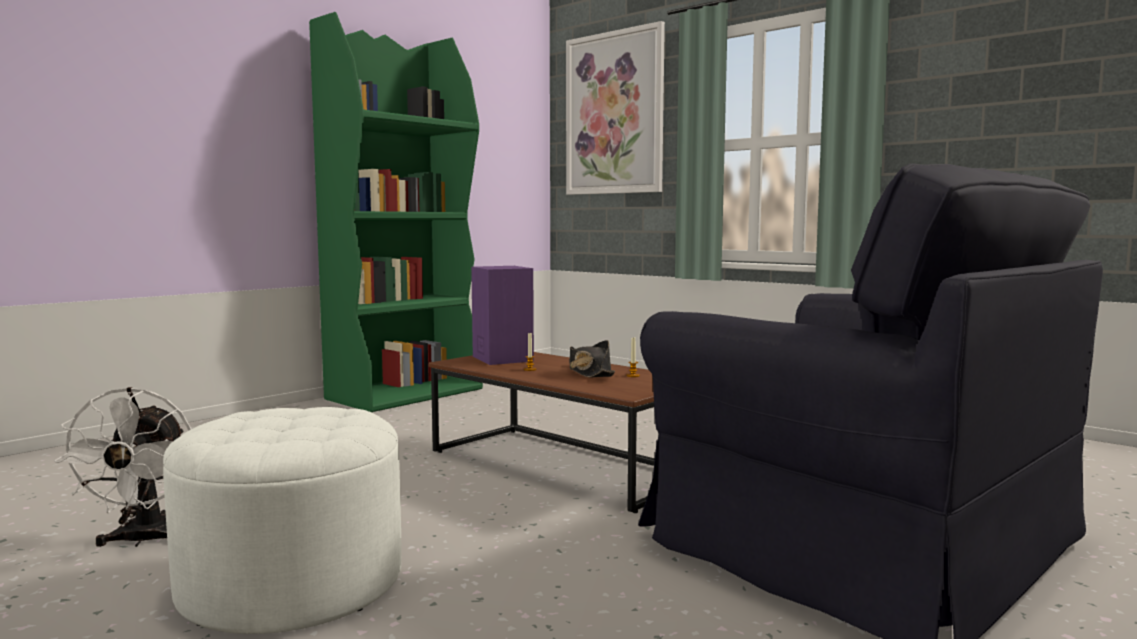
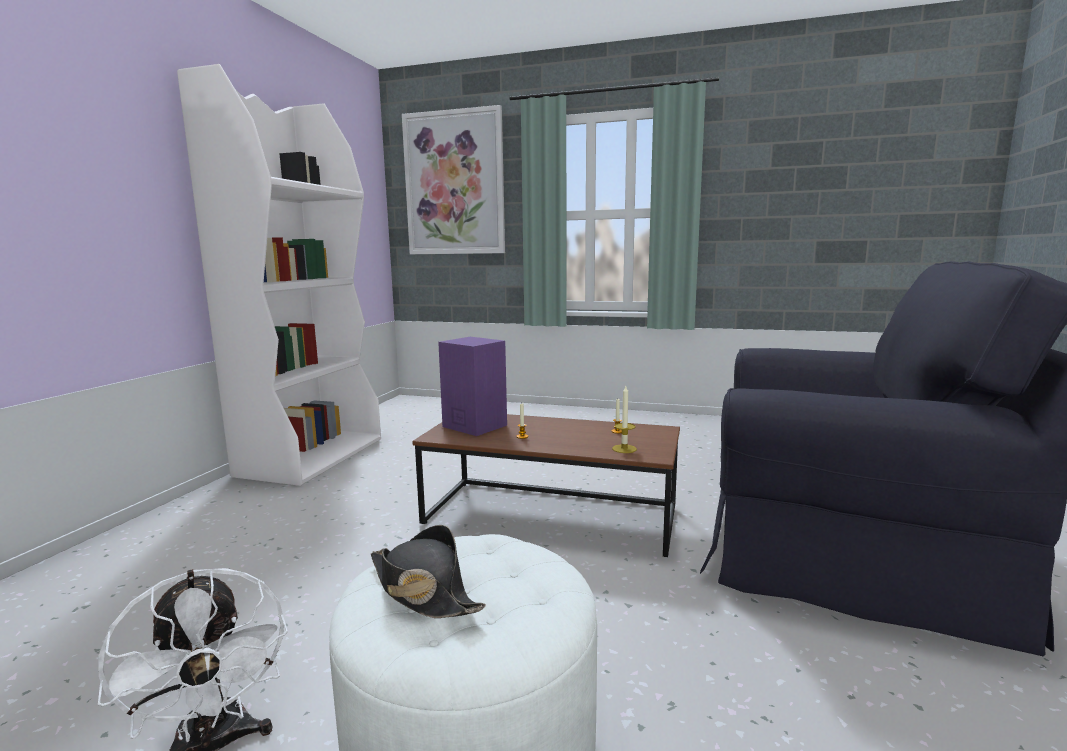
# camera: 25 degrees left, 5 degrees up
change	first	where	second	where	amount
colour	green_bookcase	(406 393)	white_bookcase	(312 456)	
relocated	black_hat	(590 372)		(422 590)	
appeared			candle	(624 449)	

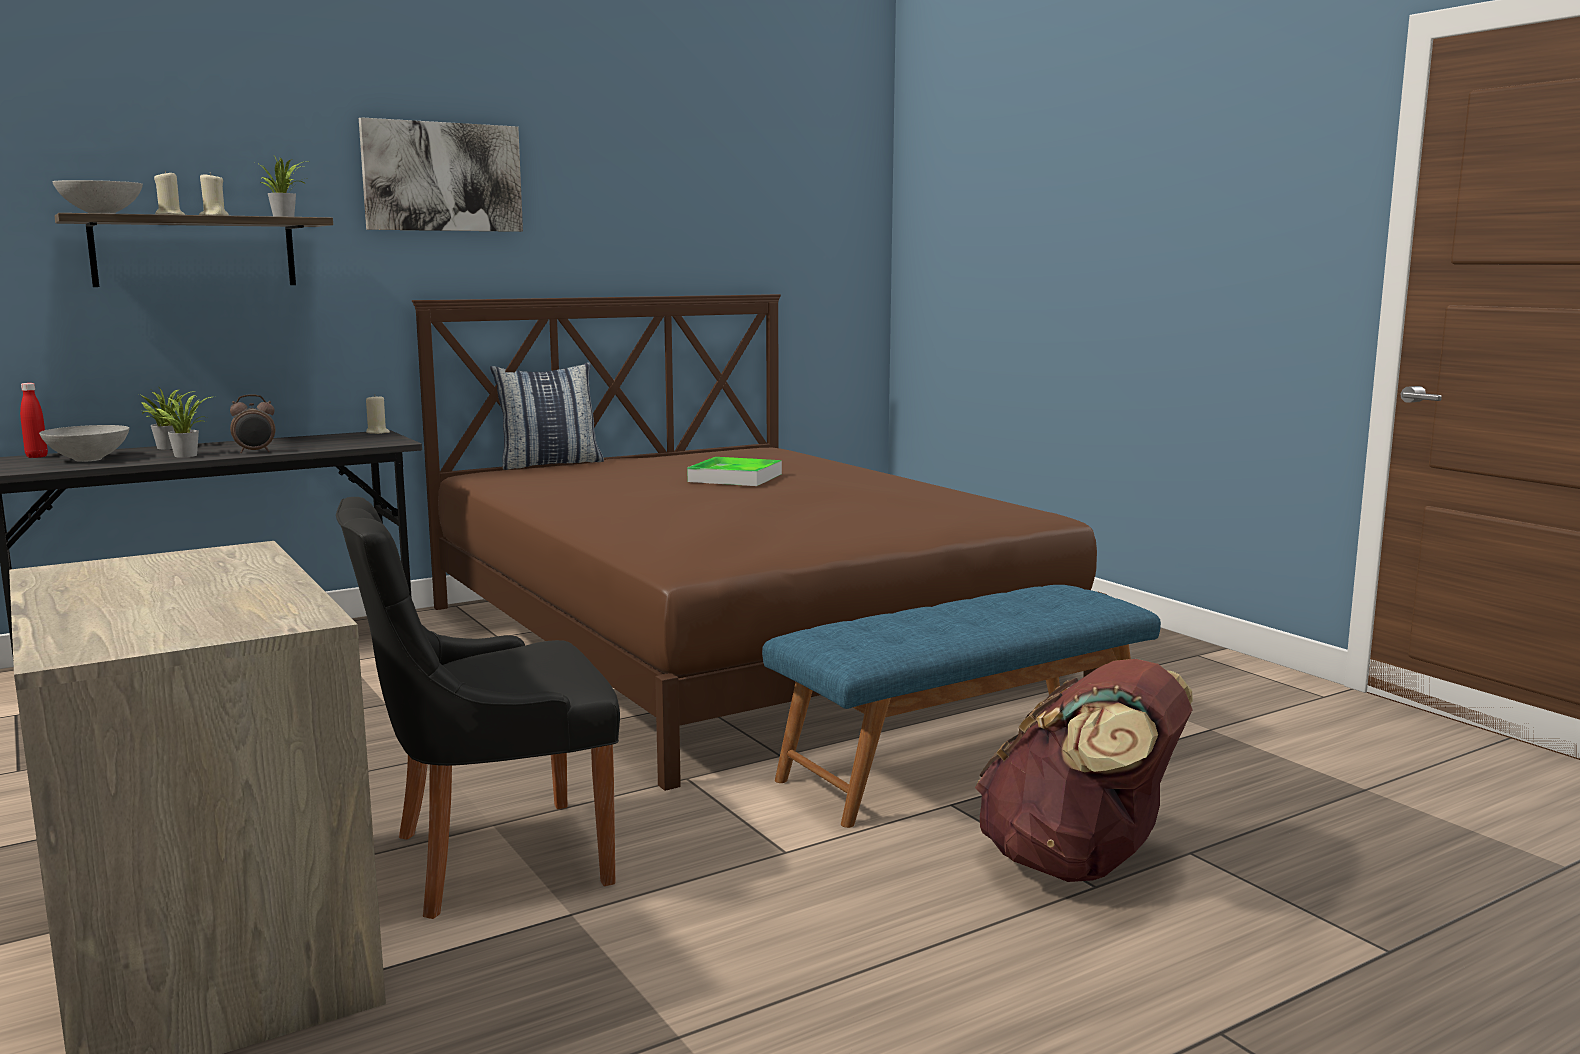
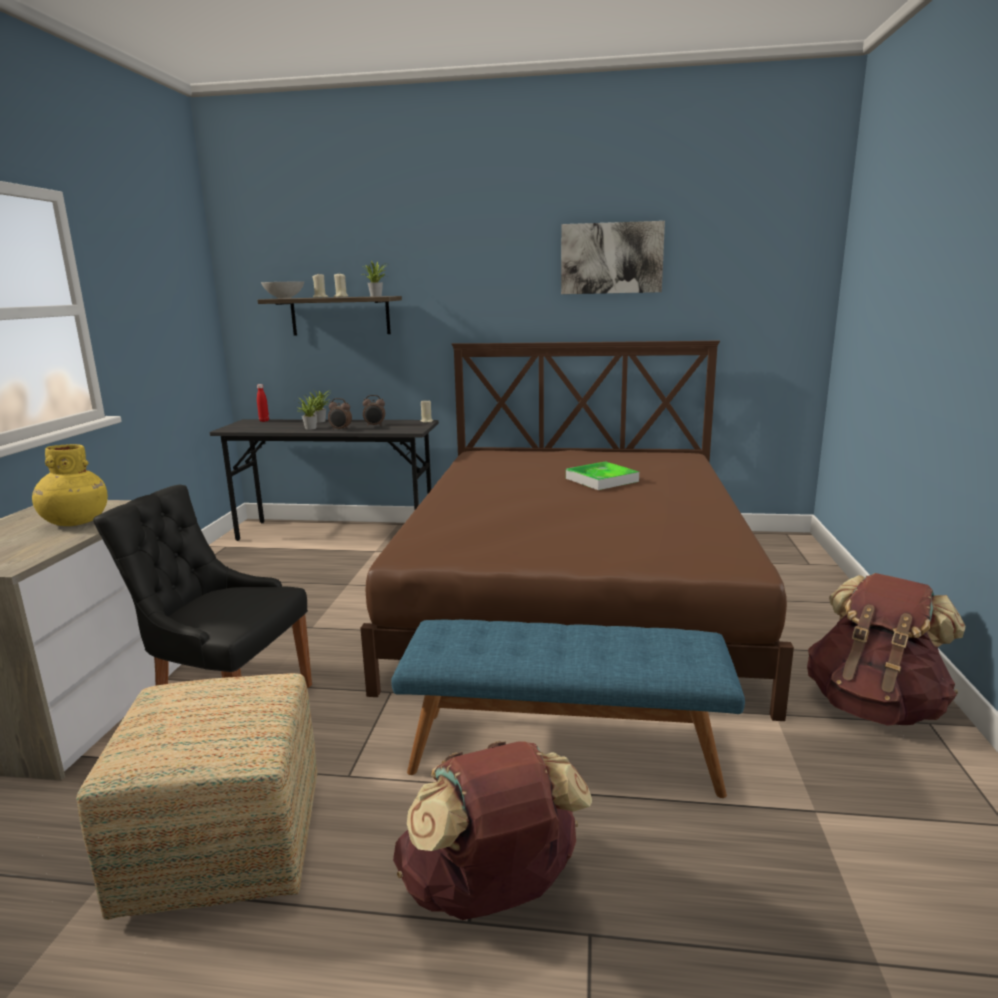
# camera: 40 degrees right, 5 degrees up
change	first	where	second	where	amount
relocated	picture	(442 177)		(611 258)	
missing	pillow	(550 464)			
missing	grey_bowl	(88 459)			
appeared			alarm_clock	(375 425)	
appeared			yellow_vase	(75 522)	
appeared			brown_backpack	(874 706)	
appeared			ottoman	(224 844)	

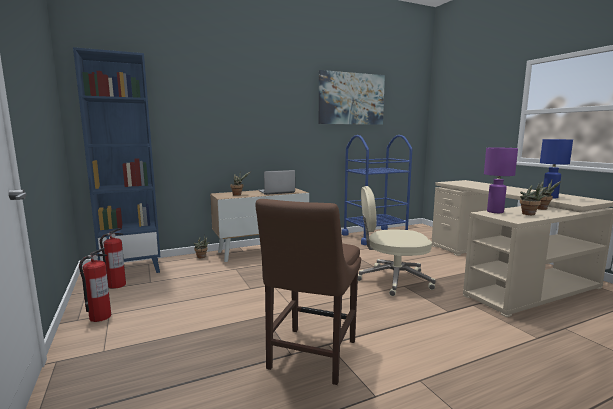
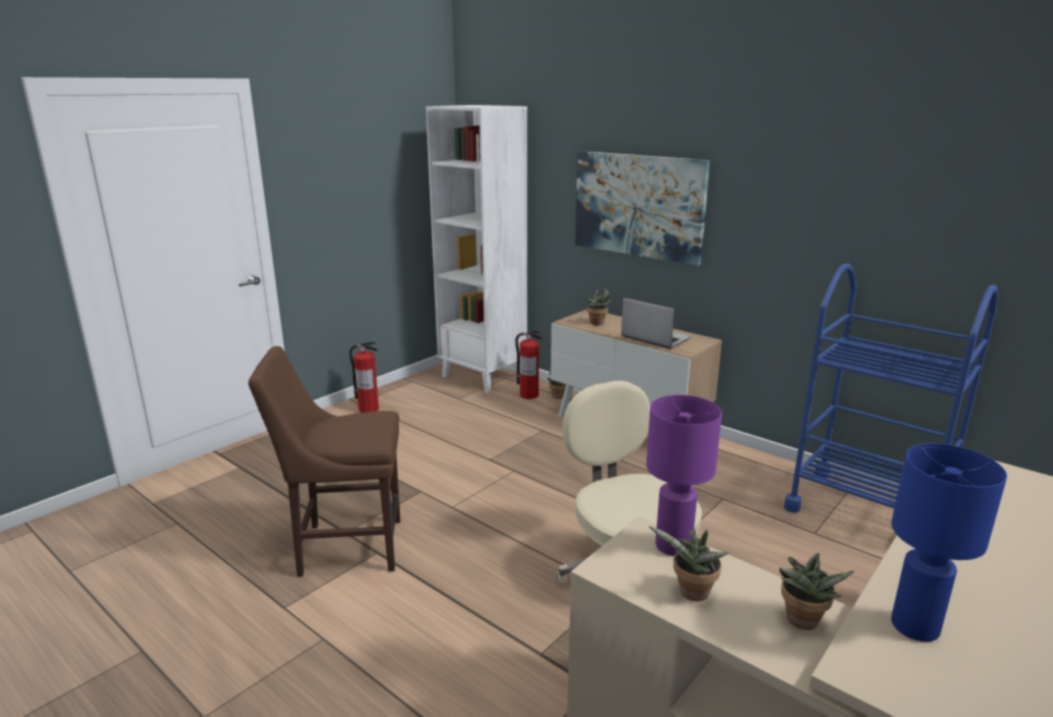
# camera: 65 degrees right, 10 degrees up
change	first	where	second	where	amount
colour	blue_bookcase	(132 269)	white_bookcase	(483 376)	
relocated	picture	(351 99)		(638 205)	
relocated	fire_extinguisher	(116 285)		(528 395)	

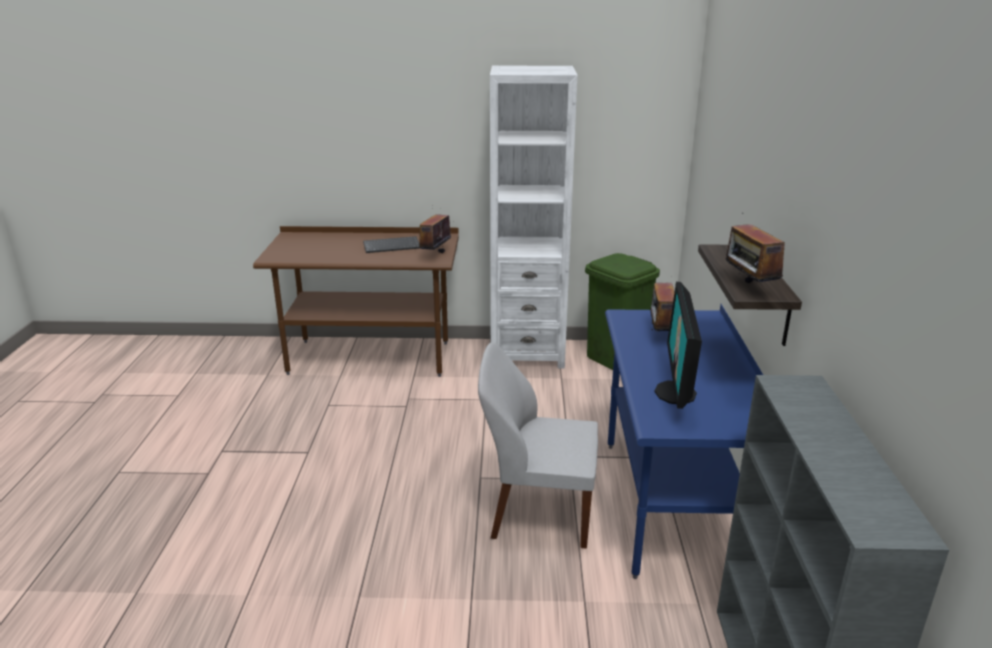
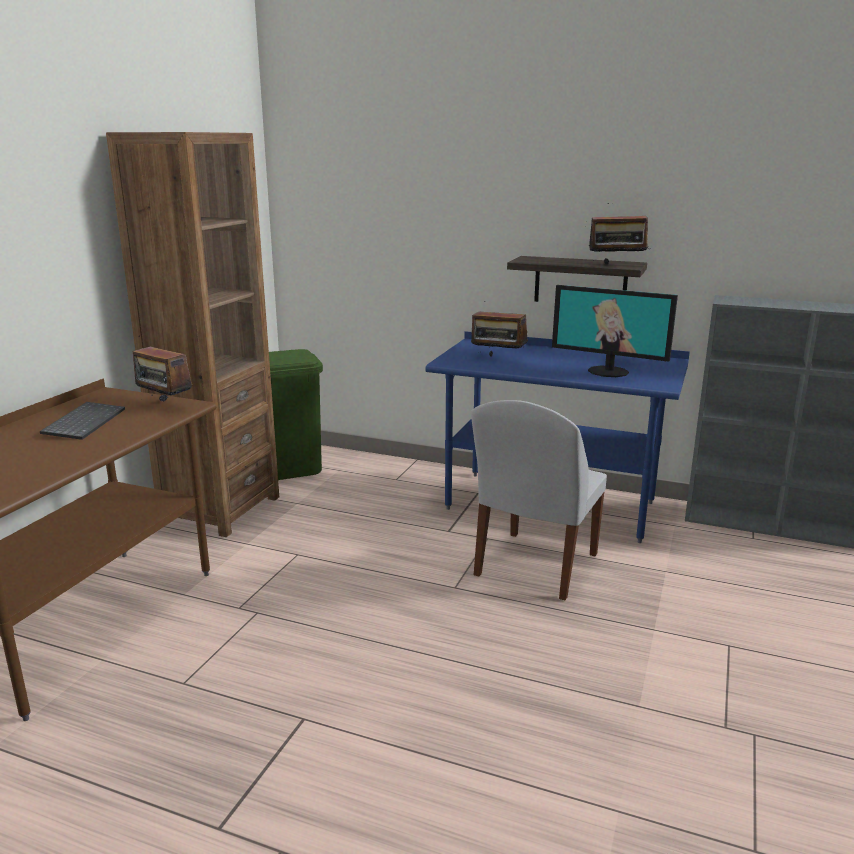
# camera: 70 degrees left, 5 degrees down
change	first	where	second	where	amount
colour	white_bookcase	(527 353)	brown_bookcase	(220 509)	

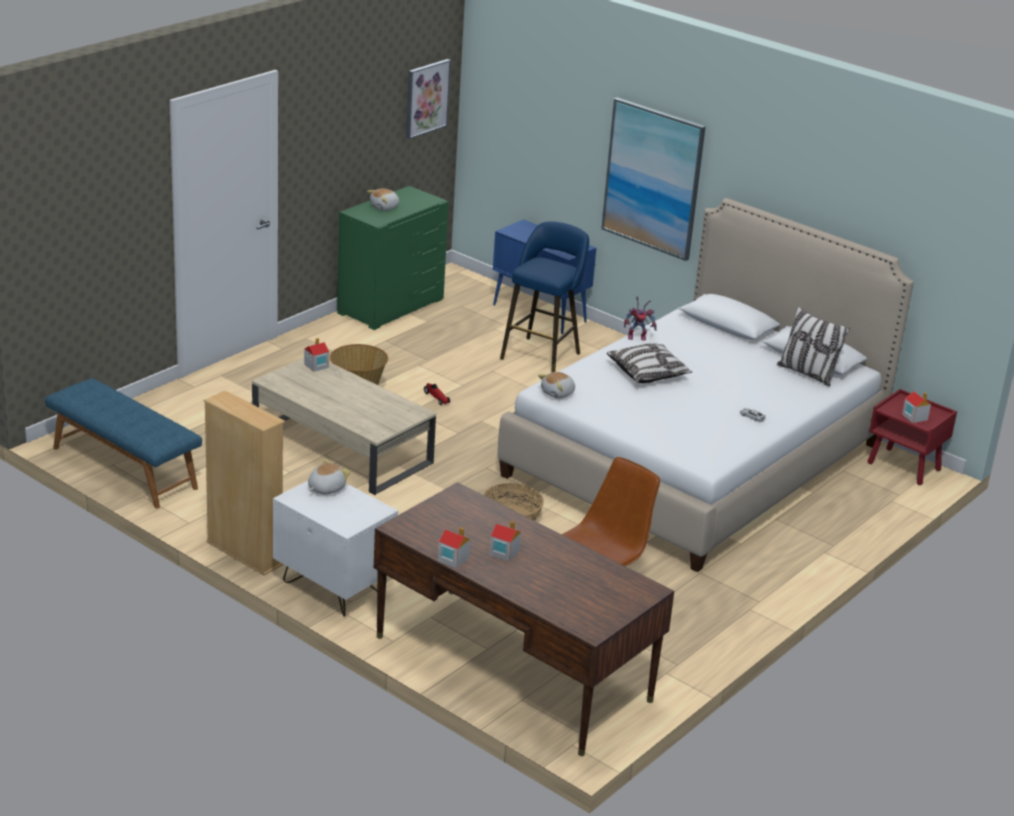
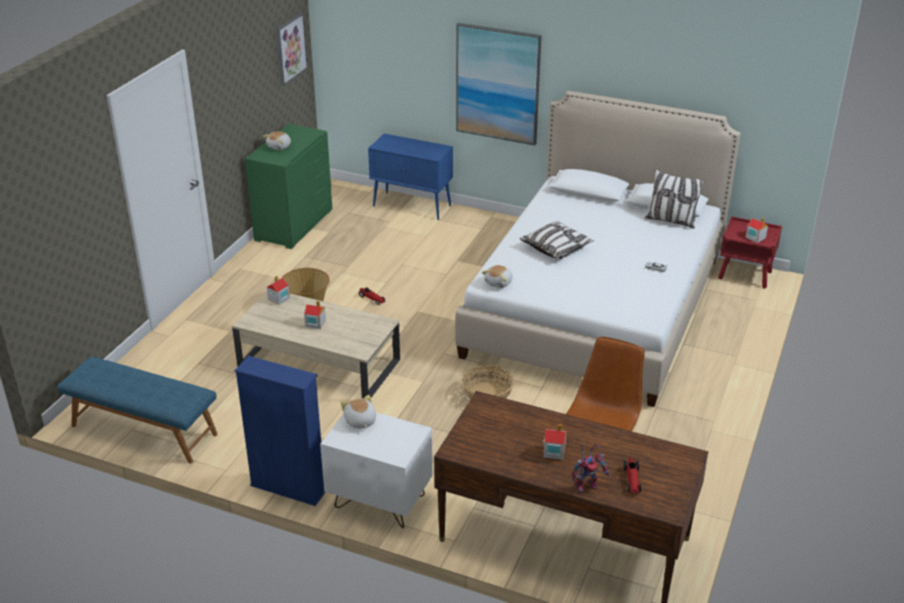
# camera: 15 degrees left, 5 degrees up
change	first	where	second	where	amount
missing	blue_stool	(542 354)			
relocated	toy_robot	(638 337)		(587 484)	
colour	beige_bookcase	(245 553)	blue_bookcase	(288 488)	
spun	plush_toy	(325 488)		(360 421)	45 degrees counterclockwise
relocated	toy_house	(452 559)		(315 323)	
appeared			toy_car	(632 479)	

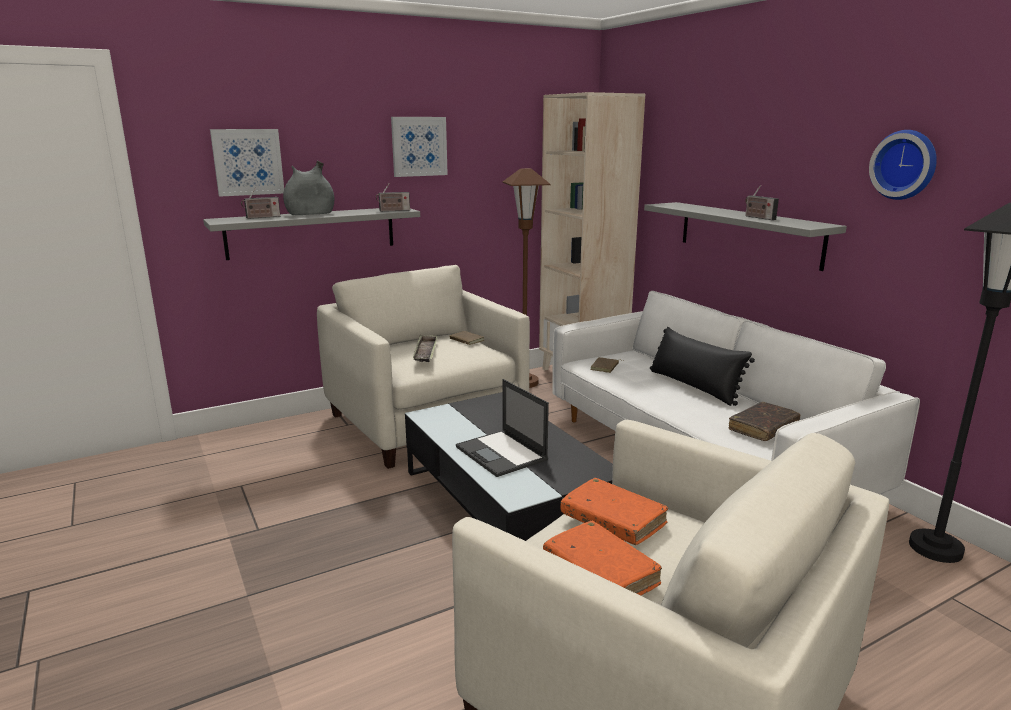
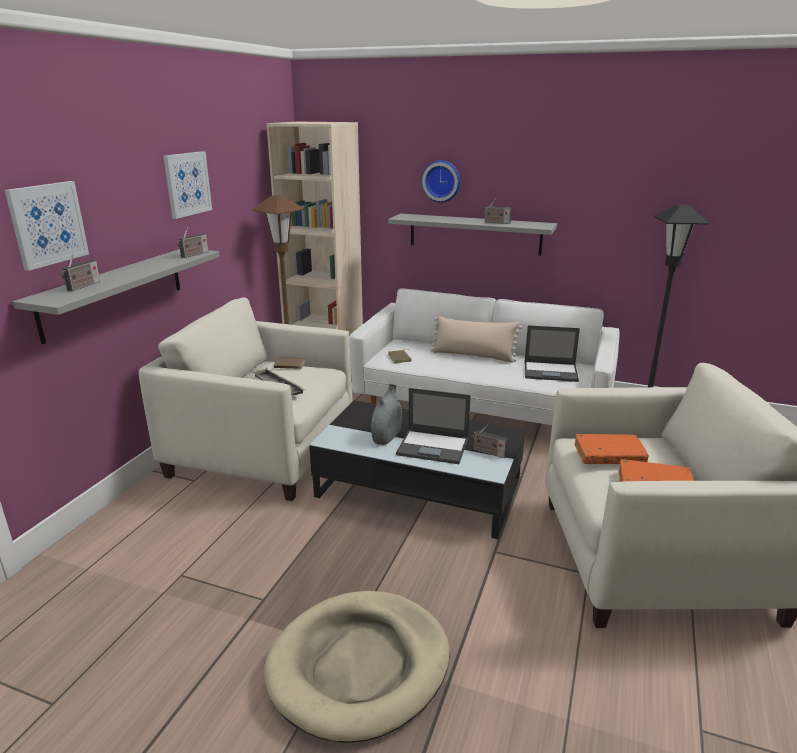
# camera: 40 degrees left, 5 degrees up
change	first	where	second	where	amount
relocated	wall_clock	(905 165)		(441 181)	
relocated	grey_vase	(310 214)		(387 436)	
colour	black_pillow	(694 386)	beige_pillow	(473 355)	
exchanged	brown_book	(763 428)	laptop	(551 371)	
appeared			radio	(488 452)	
appeared			beige_dog_bed	(359 666)	

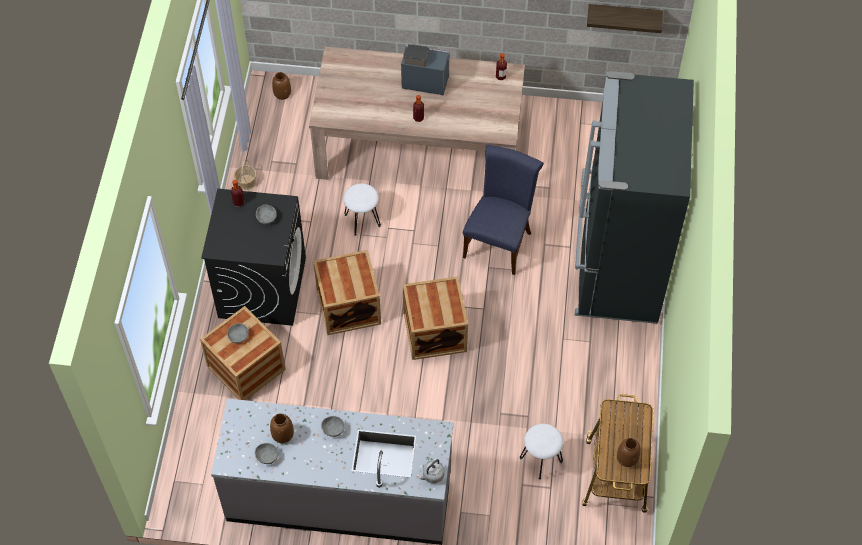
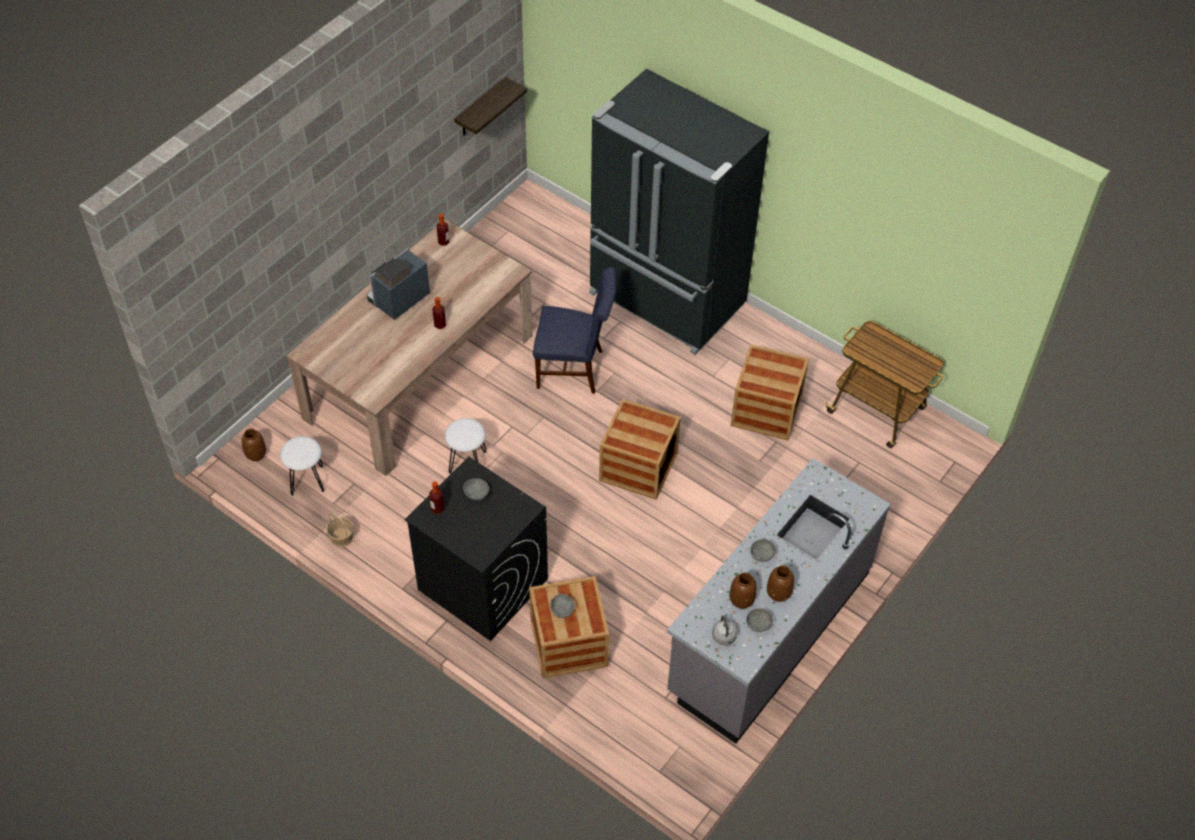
# camera: 60 degrees left, 5 degrees down
change	first	where	second	where	amount
spun	blue_chair	(499 241)		(575 369)	135 degrees clockwise
relocated	crate	(348 306)		(766 410)	
relocated	white_stool	(540 459)		(306 480)	
relocated	brown_vase	(627 459)		(779 592)	
relocated	grey_kettle	(432 476)		(724 638)	

